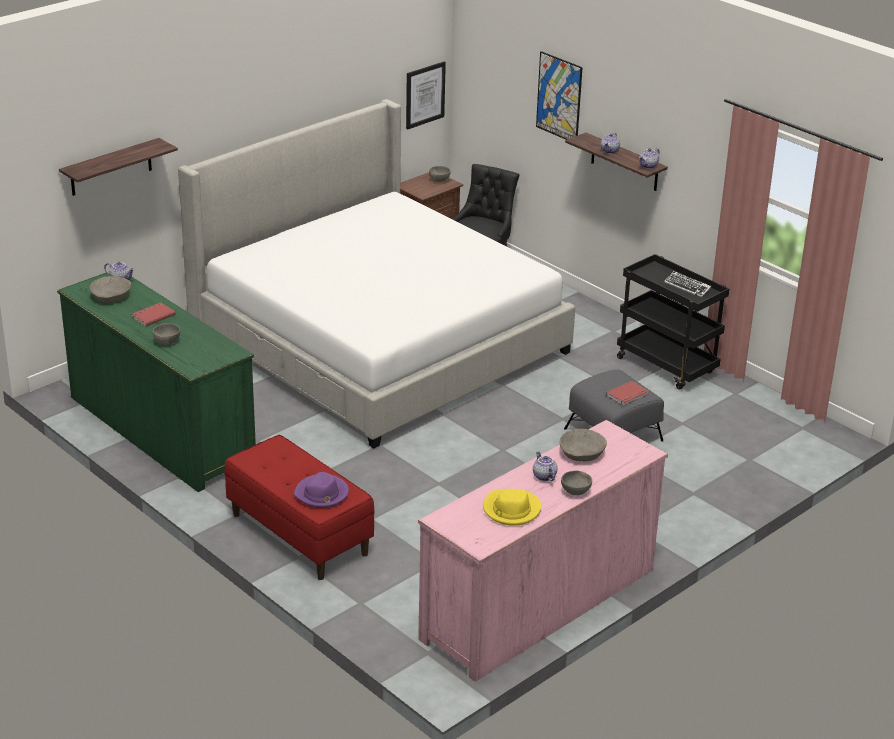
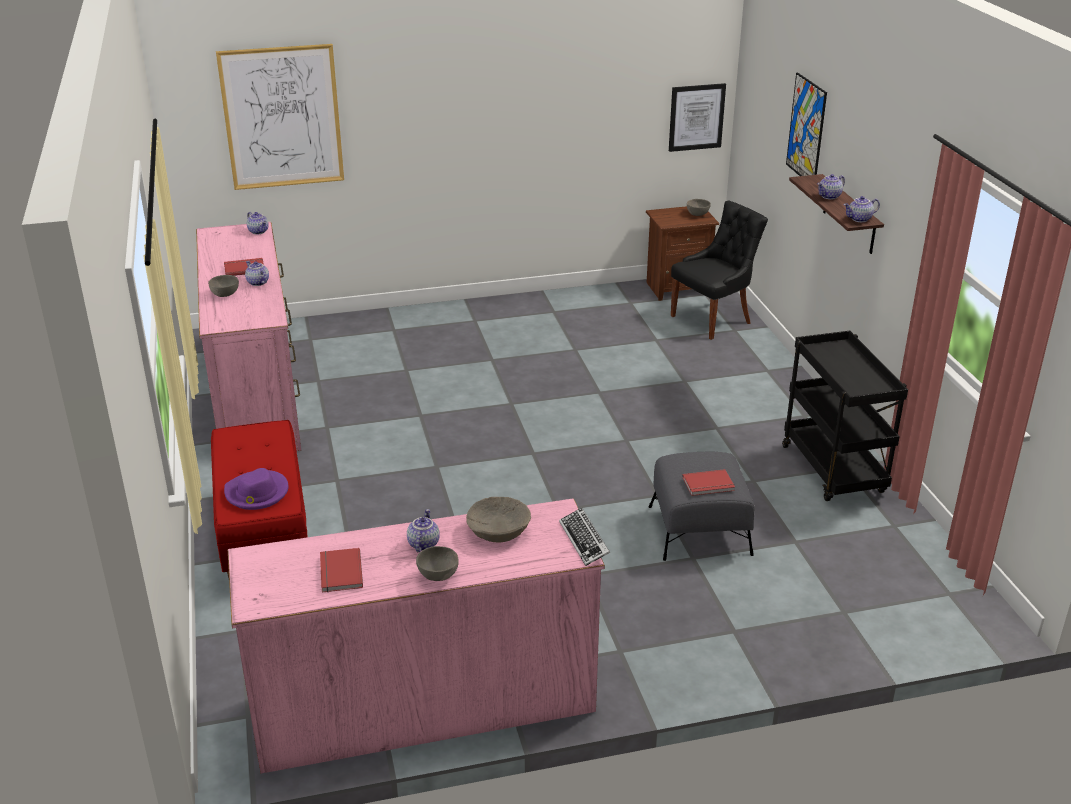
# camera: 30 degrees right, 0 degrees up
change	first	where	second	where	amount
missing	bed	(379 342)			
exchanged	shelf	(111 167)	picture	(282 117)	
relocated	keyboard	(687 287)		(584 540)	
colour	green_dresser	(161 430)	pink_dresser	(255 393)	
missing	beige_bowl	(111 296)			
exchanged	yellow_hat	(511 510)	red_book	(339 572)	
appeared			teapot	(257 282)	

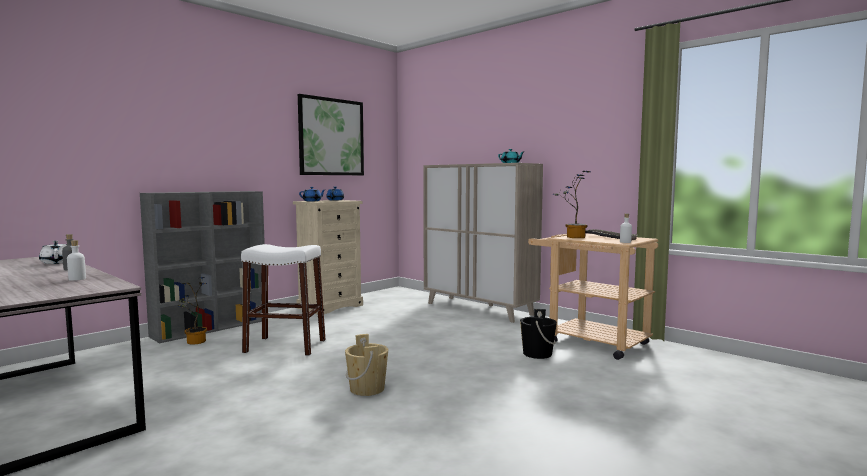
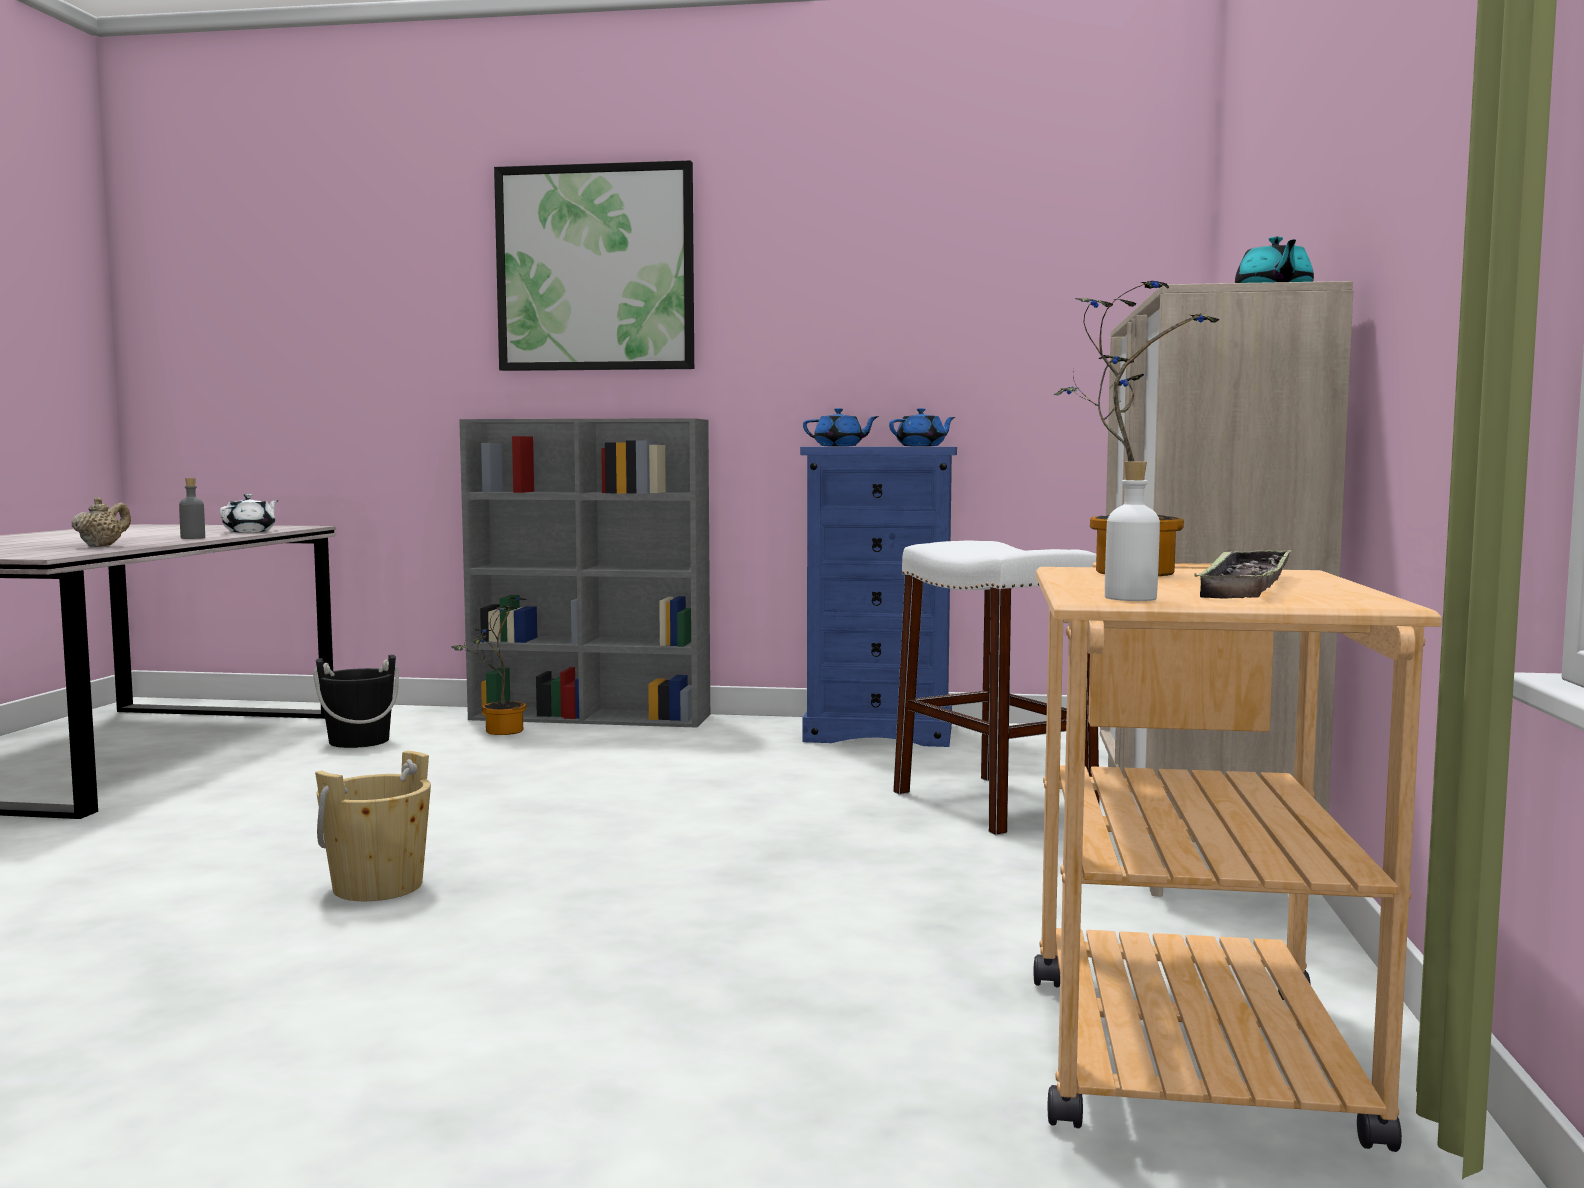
# camera: 55 degrees right, 0 degrees up
change	first	where	second	where	amount
relocated	picture	(331 137)		(595 268)	
colour	beige_dresser	(330 306)	blue_dresser	(880 732)	
exchanged	white_bottle	(77 279)	beige_teapot	(102 546)	
relocated	white_stool	(285 346)		(993 804)	
relocated	black_bucket	(537 354)		(359 741)	

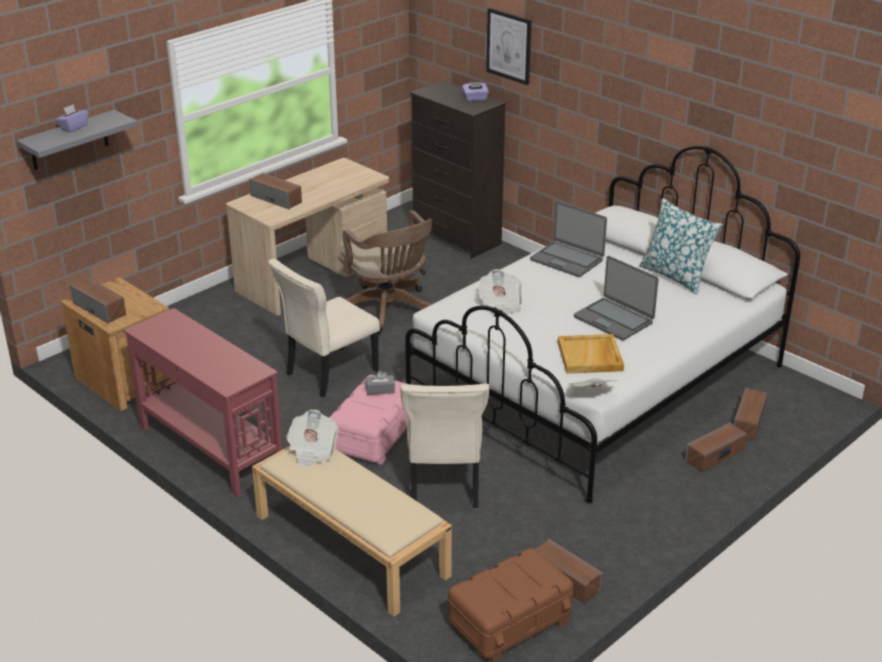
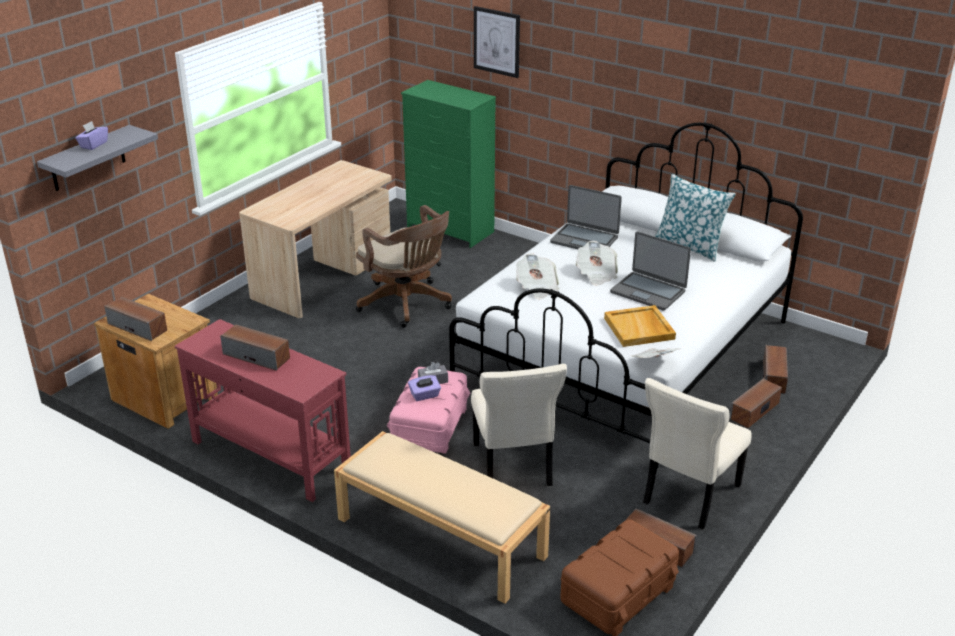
# camera: 10 degrees left, 0 degrees up
change	first	where	second	where	amount
colour	black_dresser	(456 238)	green_dresser	(450 230)	
relocated	purple_tissue_box	(475 99)		(425 395)	
relocated	speaker	(276 199)		(257 356)	
relocated	beige_chair	(328 373)		(689 496)	
relocated	newspaper	(312 450)		(596 274)	

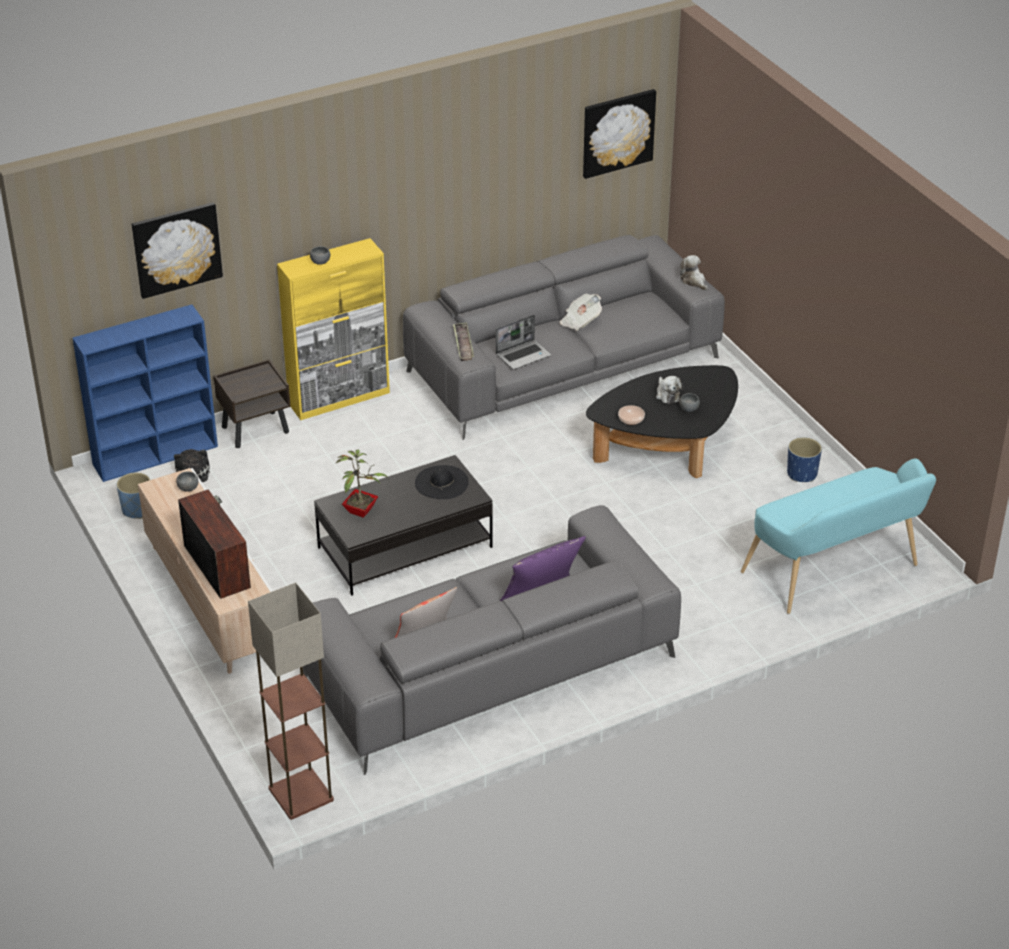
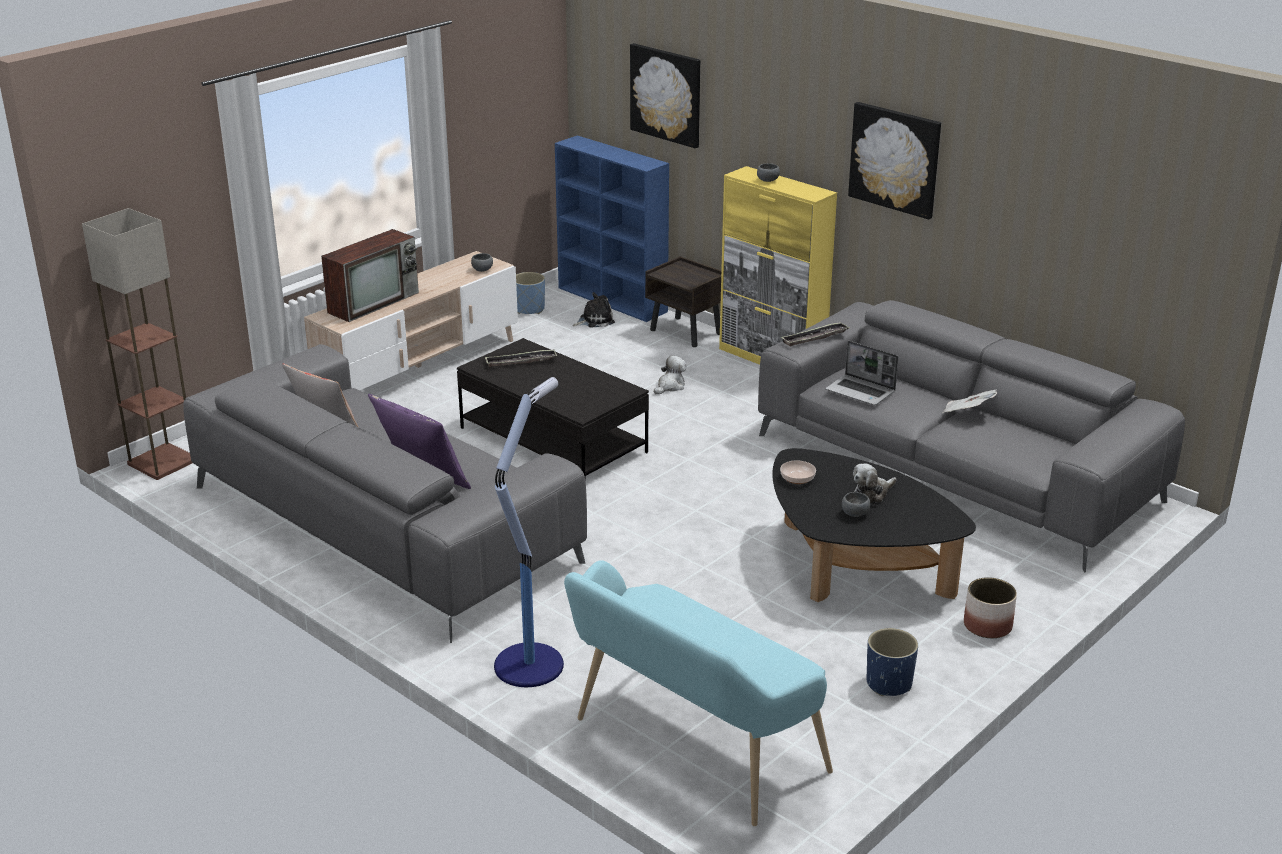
# camera: 70 degrees right, 10 degrees down
change	first	where	second	where	amount
relocated	picture	(617 132)		(895 159)	
relocated	plush_toy	(694 281)		(670 386)	
exchanged	potted_plant	(361 510)	tray	(521 362)	
missing	black_hat	(441 482)			
appeared			floor_lamp	(530 663)	
appeared			planter	(987 626)	

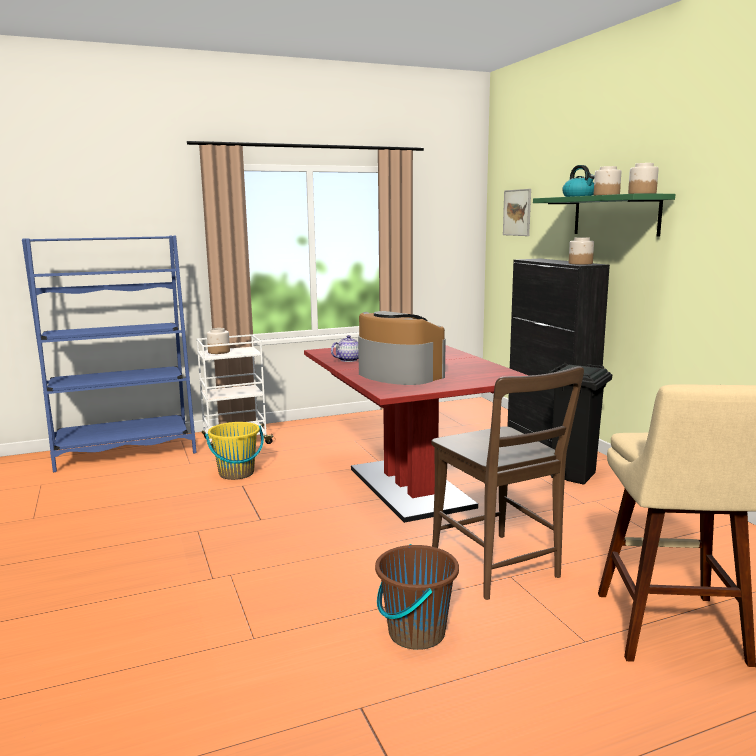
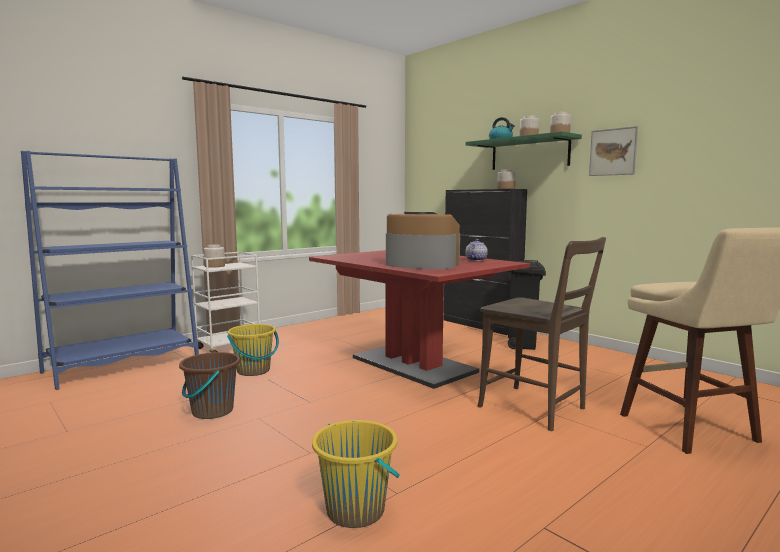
# camera: 20 degrees left, 5 degrees down
change	first	where	second	where	amount
relocated	picture	(517 212)		(613 152)	
relocated	teapot	(348 360)		(475 260)	
relocated	brown_bucket	(416 633)		(212 411)	
appeared			yellow_bucket	(356 510)	

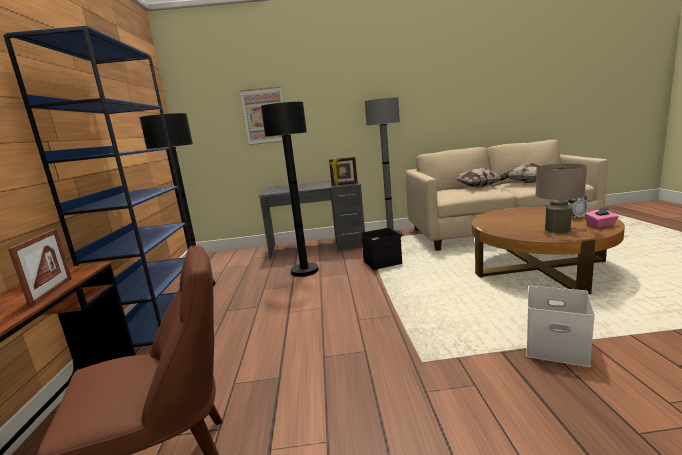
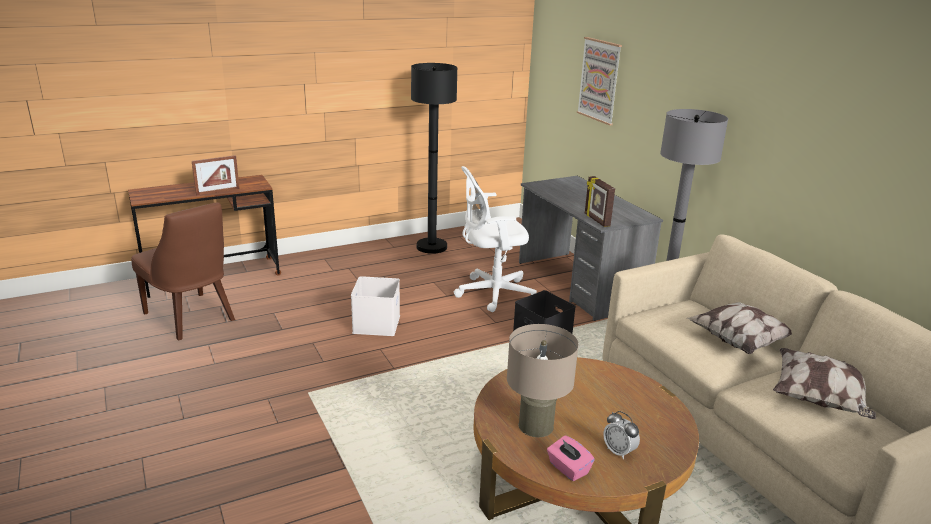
# camera: 65 degrees right, 10 degrees up
change	first	where	second	where	amount
missing	blue_bookcase	(159 324)			
exchanged	black_floor_lamp	(304 271)	white_office_chair	(492 293)	
relocated	white_storage_box	(554 347)		(375 323)	

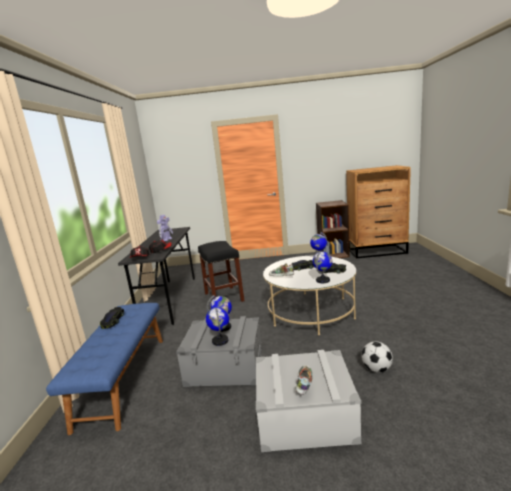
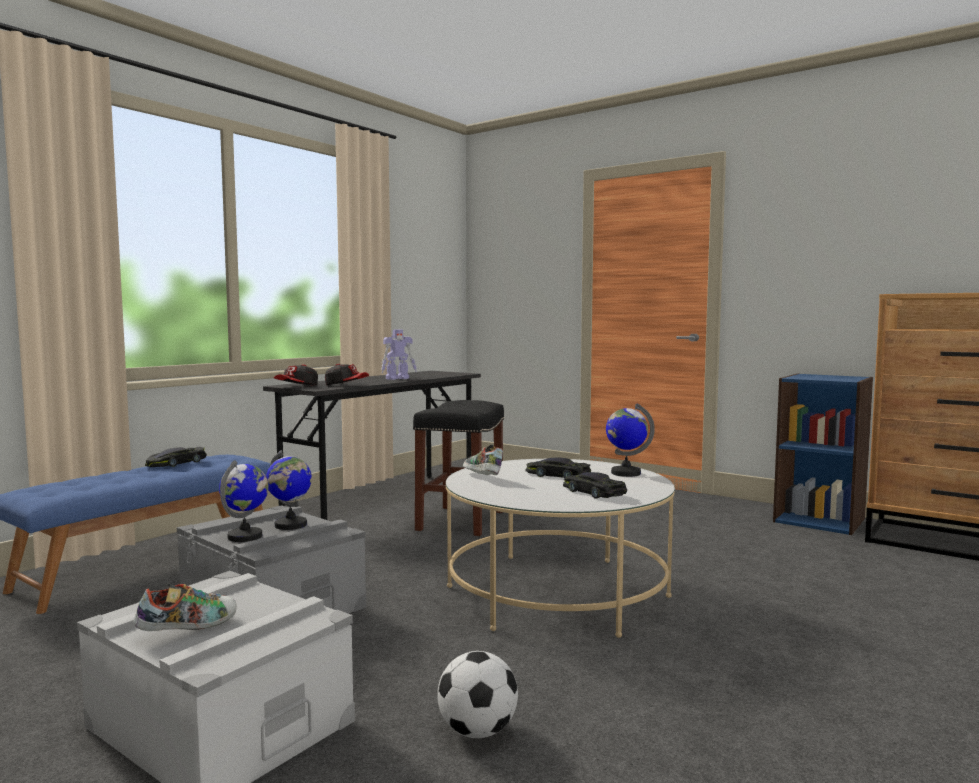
# camera: 35 degrees right, 10 degrees down
change	first	where	second	where	amount
colour	brown_bookcase	(333 254)	blue_bookcase	(819 520)	
missing	globe	(323 280)			

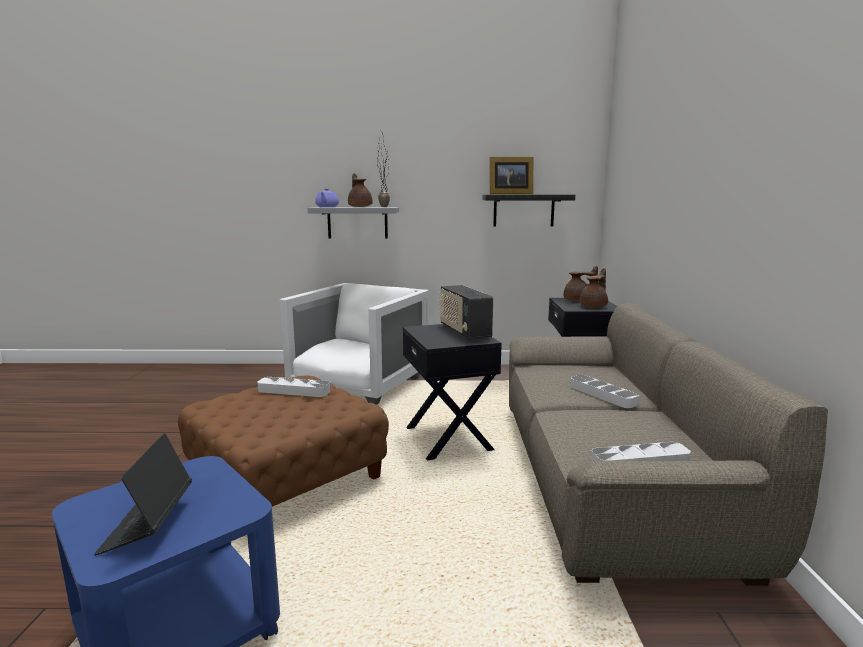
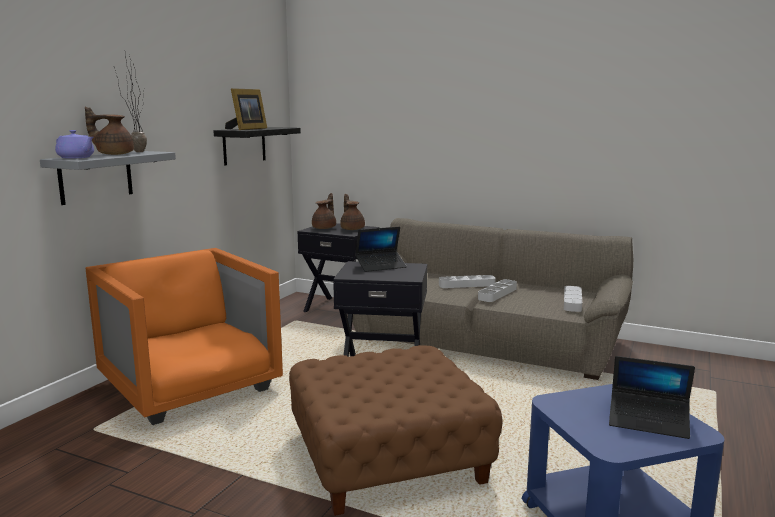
# camera: 65 degrees left, 0 degrees up
change	first	where	second	where	amount
colour	white_armchair	(360 385)	orange_armchair	(190 387)	
exchanged	radio	(463 331)	laptop	(381 266)	
relocated	grey_tray	(294 391)		(497 294)	

